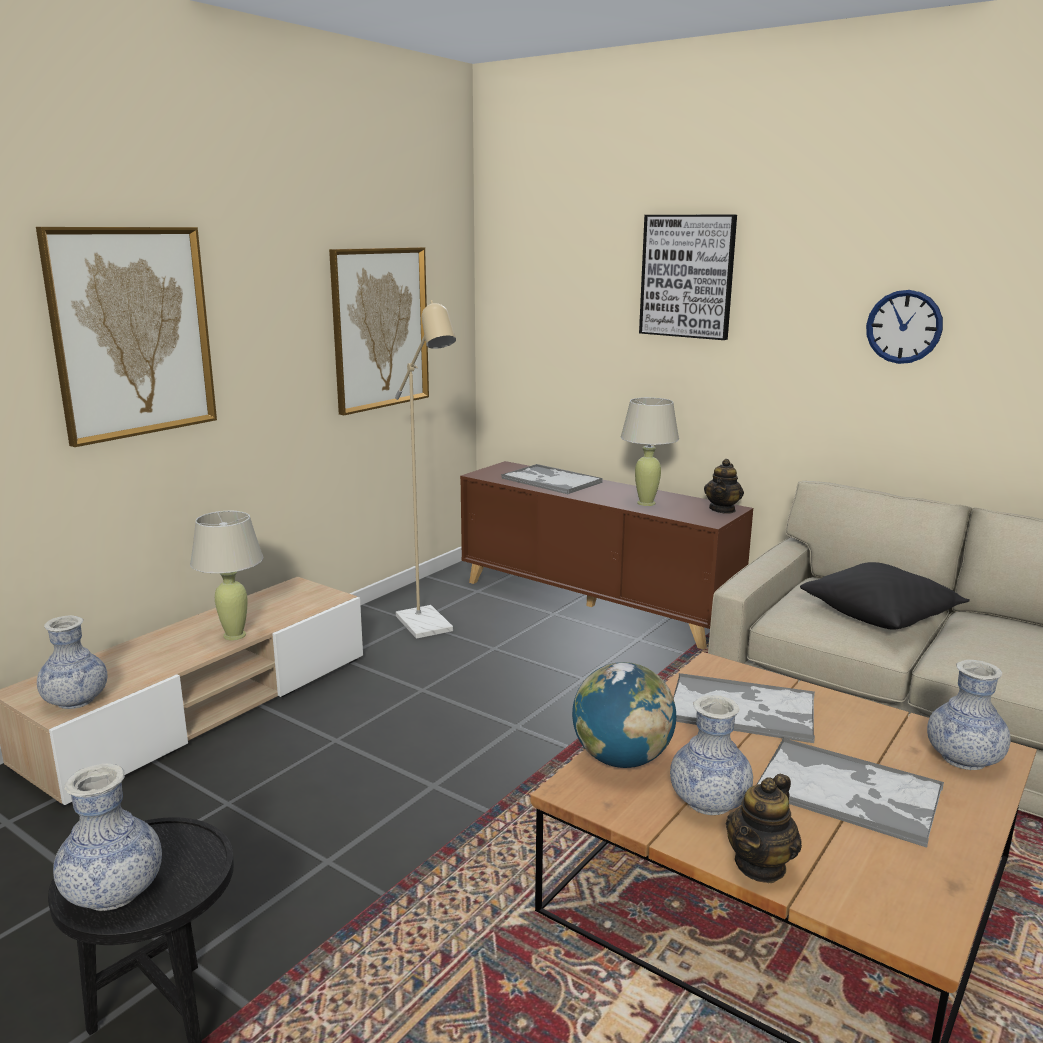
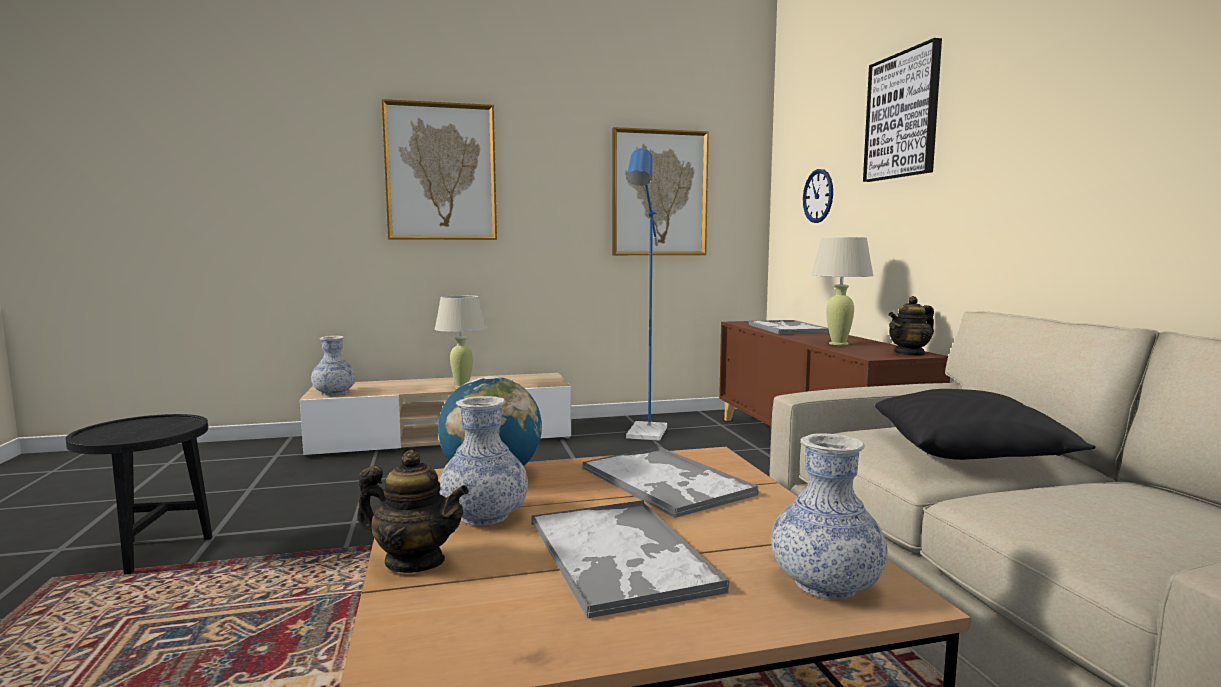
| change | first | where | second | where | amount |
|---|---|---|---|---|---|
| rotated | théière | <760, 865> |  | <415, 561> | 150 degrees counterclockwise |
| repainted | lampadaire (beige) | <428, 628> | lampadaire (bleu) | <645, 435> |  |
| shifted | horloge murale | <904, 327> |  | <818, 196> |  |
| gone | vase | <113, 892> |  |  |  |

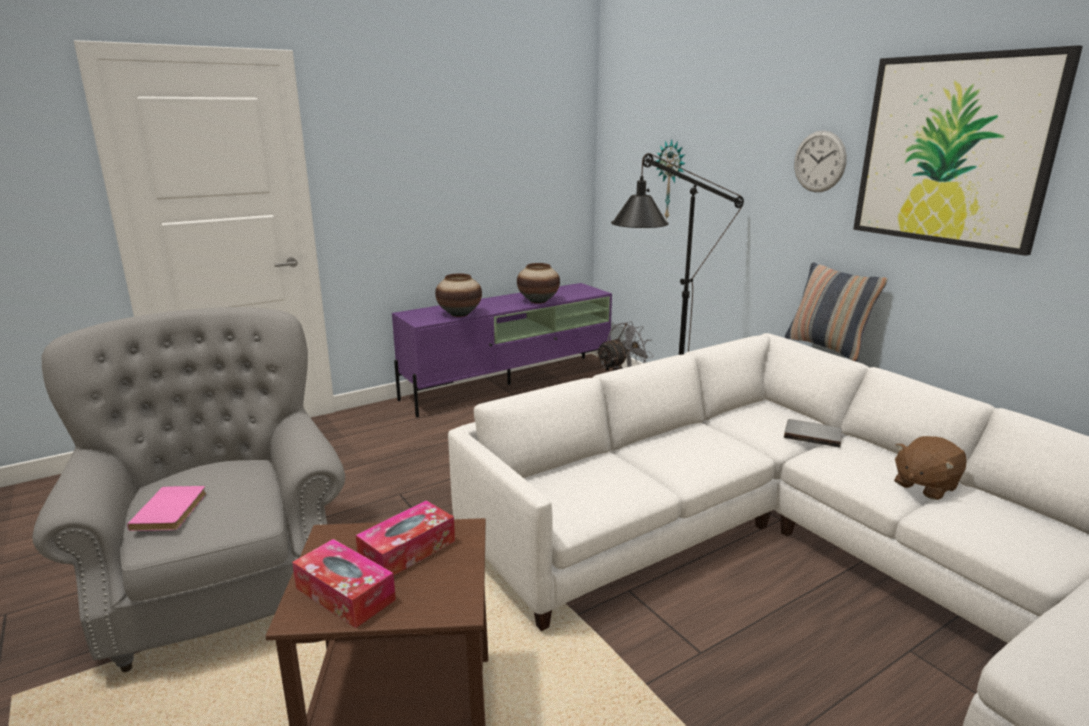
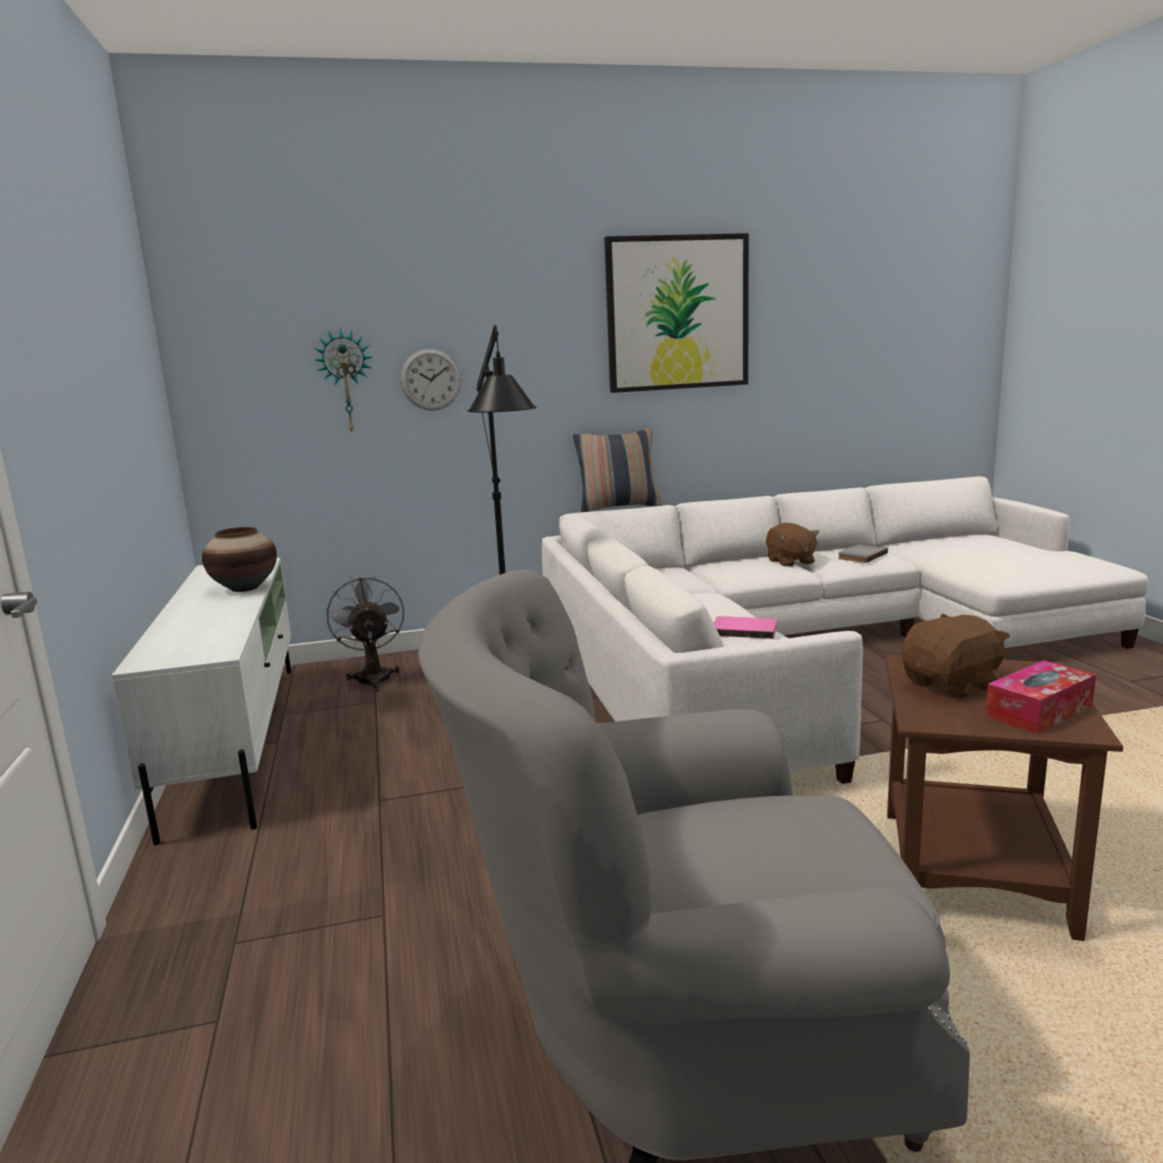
| change | first | where | second | where | amount |
|---|---|---|---|---|---|
| repainted | meuble télé (violet) | <510, 384> | meuble télé (blanc) | <238, 739> |  |
| shifted | horloge murale | <819, 161> |  | <431, 379> |  |
| shifted | livre (rose) | <172, 511> |  | <744, 630> |  |
| shifted | livre (gris) | <812, 434> |  | <860, 555> |  |
| swapped | boîte à mouchoirs | <407, 550> | peluche (marron) | <952, 685> |  |
| gone | vase | <459, 314> |  |  |  |

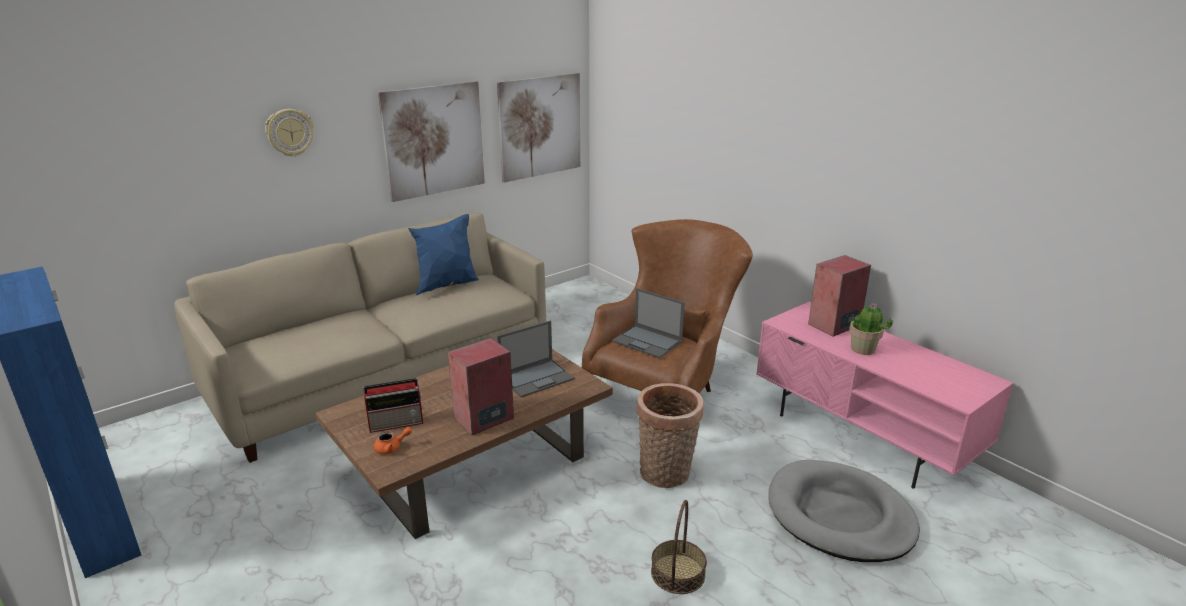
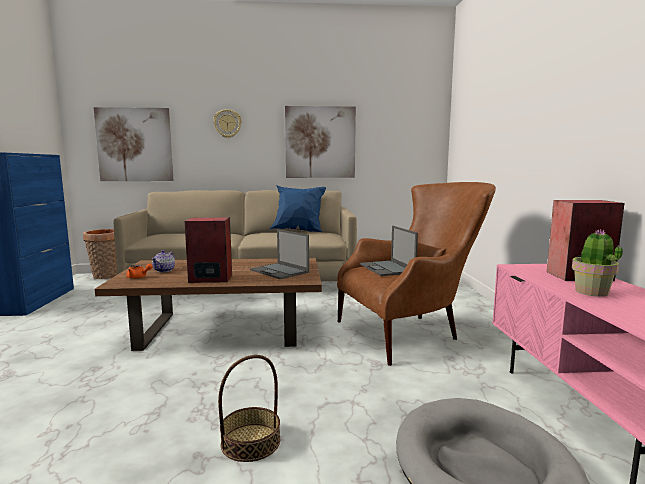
| change | first | where | second | where | amount |
|---|---|---|---|---|---|
| shifted | panier | <666, 475> |  | <106, 277> |  |
| shifted | tableau | <540, 126> |  | <134, 145> |  |
| swapped | radio | <397, 423> | théière | <164, 270> |  |
| rotated | ordinateur portable | <537, 378> |  | <280, 271> | 45 degrees clockwise |

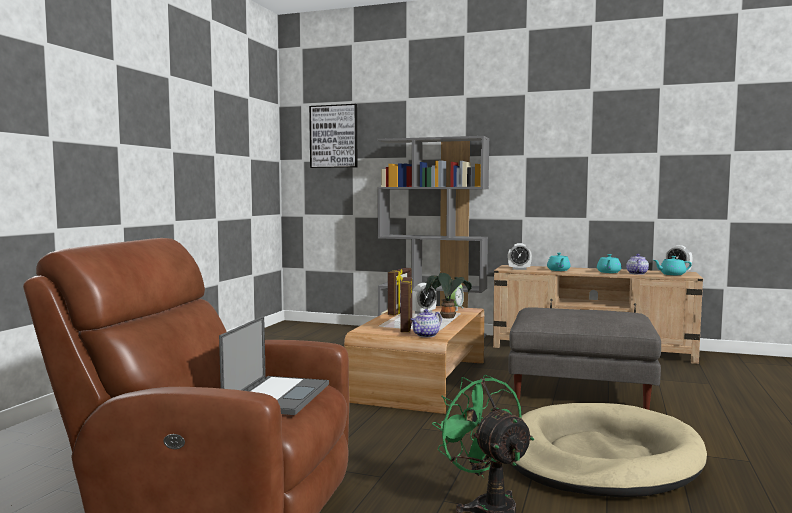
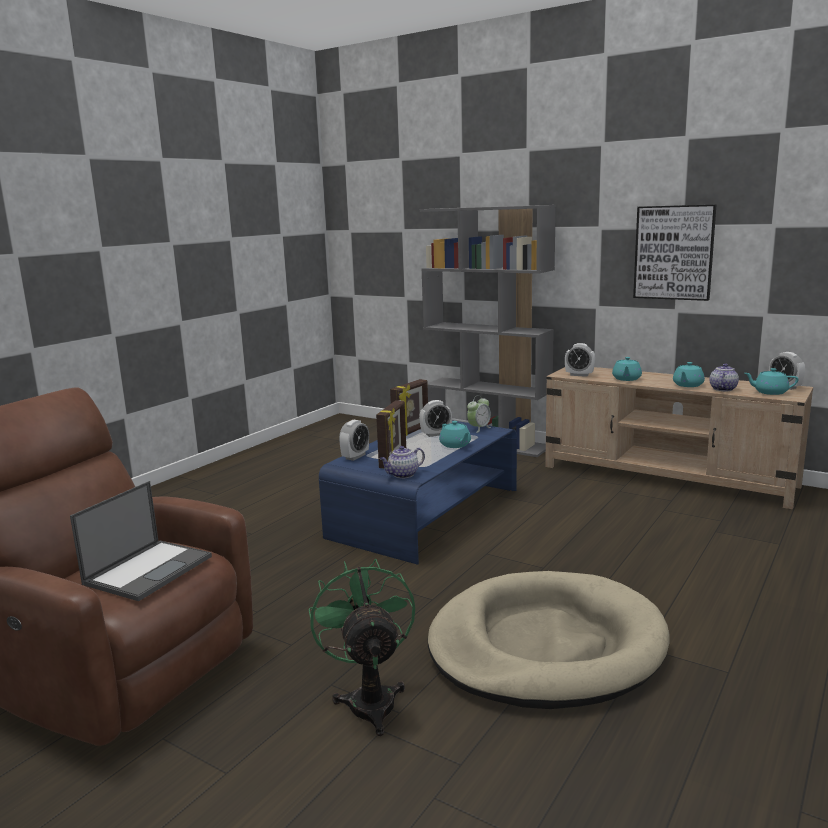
| change | first | where | second | where | amount |
|---|---|---|---|---|---|
| repainted | table basse (marron) | <421, 380> | table basse (bleu) | <426, 512> |  |
| new |  |  | réveil | <355, 457> |  |
| swapped | plante en pot | <448, 318> | théière (turquoise) | <455, 445> |  |
| shifted | tableau | <334, 136> |  | <674, 252> |  |
| gone | pouf (gris) | <582, 389> |  |  |  |

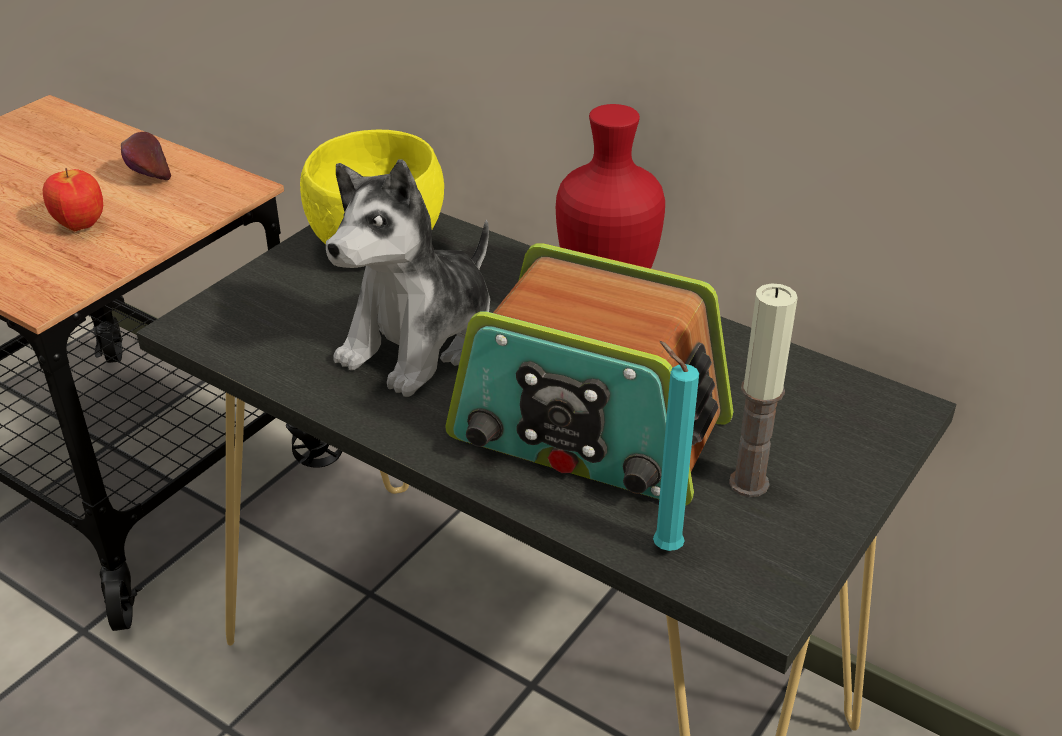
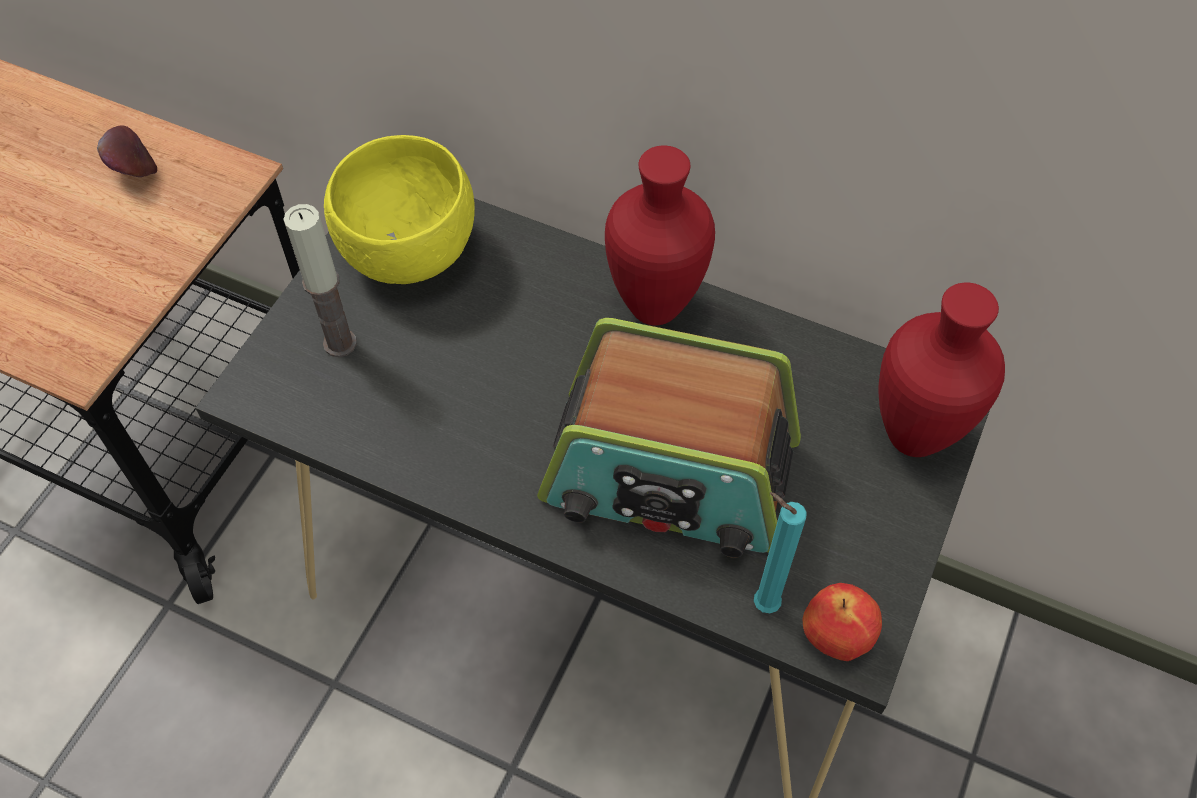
| change | first | where | second | where | amount |
|---|---|---|---|---|---|
| shifted | bougie | <749, 483> |  | <340, 343> |  |
| shifted | pomme | <79, 226> |  | <834, 638> |  |
| new |  |  | vase (rouge) | <915, 433> |  |
| gone | peluche | <421, 343> |  |  |  |

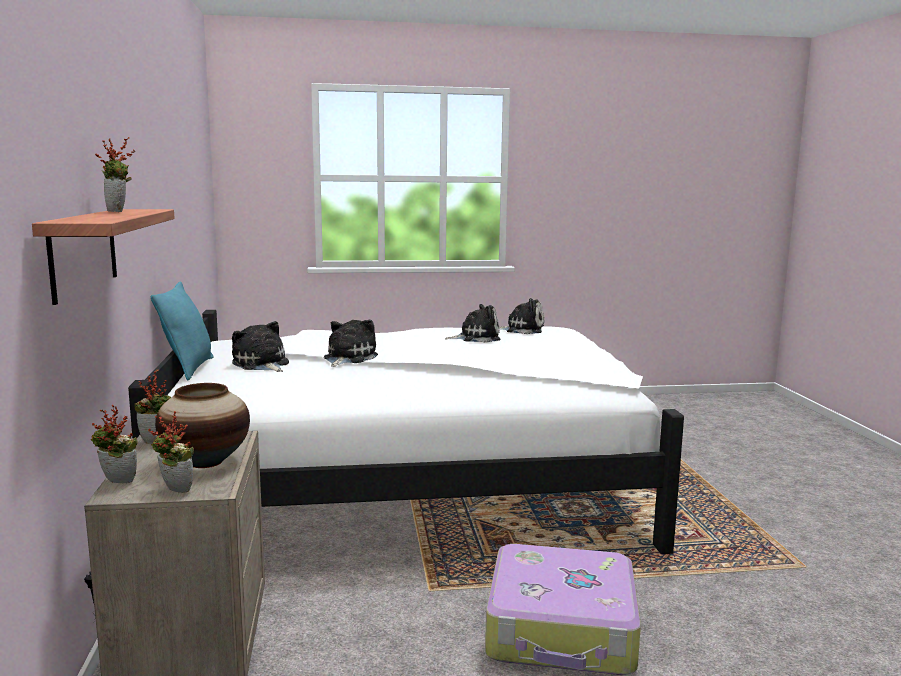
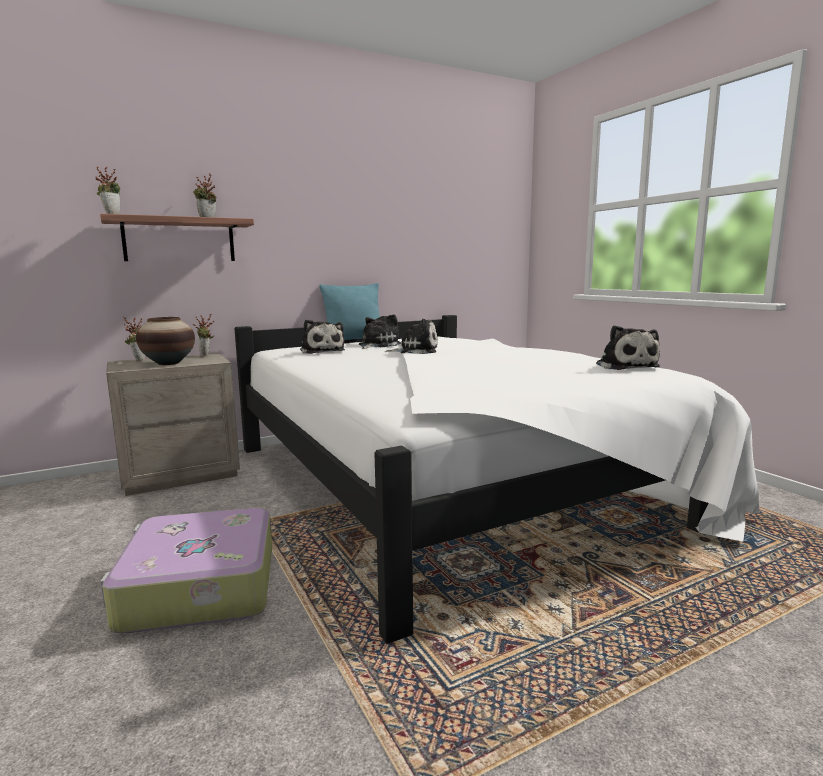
| change | first | where | second | where | amount |
|---|---|---|---|---|---|
| shifted | plante en pot | <174, 490> |  | <111, 214> |  |
| shifted | peluche | <476, 337> |  | <321, 351> |  |

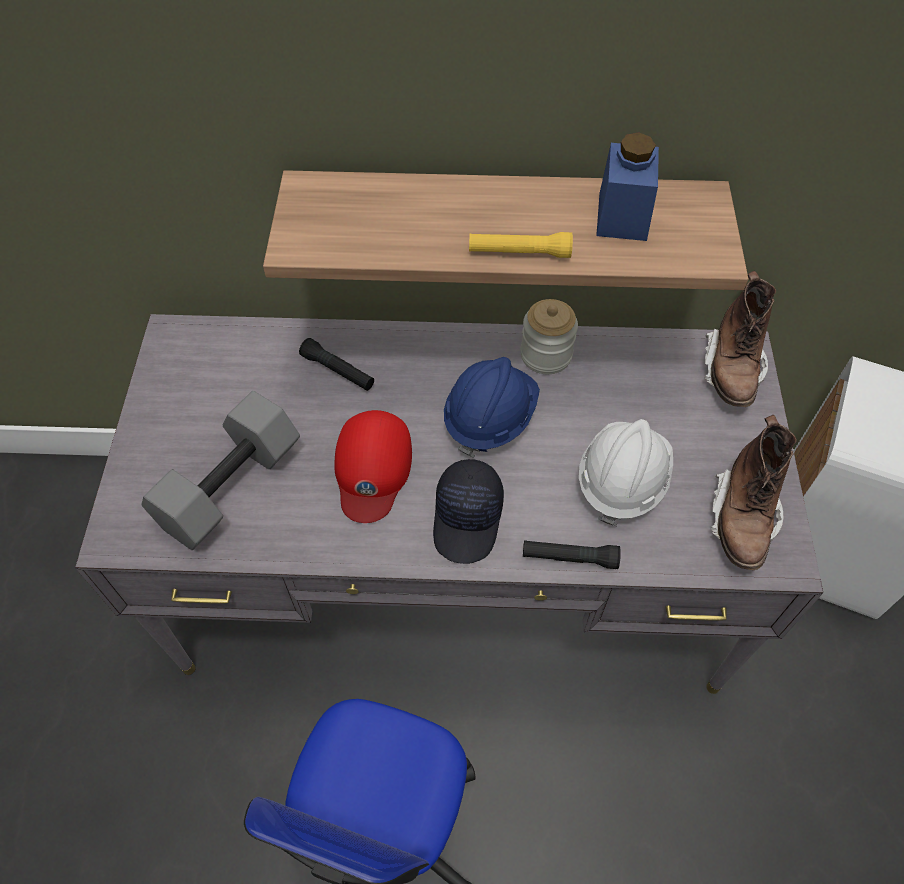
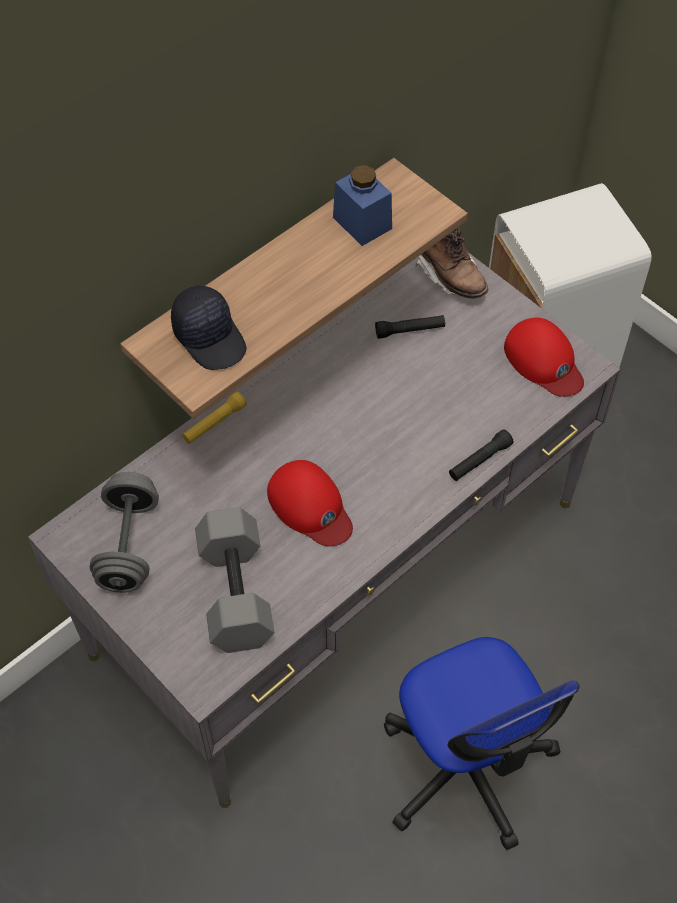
| change | first | where | second | where | amount |
|---|---|---|---|---|---|
| new |  |  | haltère (gris) | <128, 545> |  |
| shifted | casquette (noir) | <468, 518> |  | <210, 337> |  |
| shifted | lampe de poche (jaune) | <519, 253> |  | <214, 423> |  |
| shifted | lampe de poche (noir) | <338, 371> |  | <410, 330> |  |
| swapped | botte (marron) | <742, 518> | casquette (rouge) | <544, 361> |  |
| gone | casque de chantier (bleu) | <489, 418> |  |  |  |
| gone | bocal | <546, 355> |  |  |  |
| gone | casque de chantier (blanc) | <621, 481> |  |  |  |

